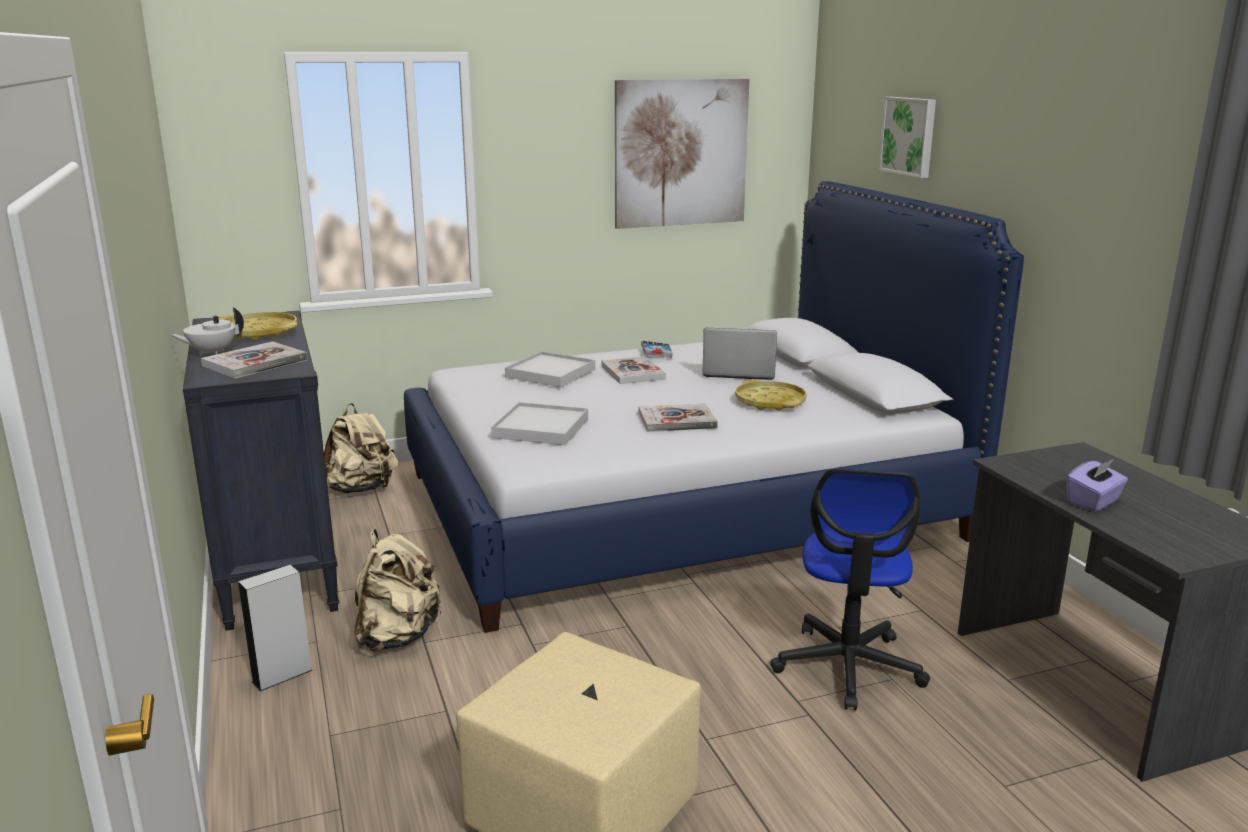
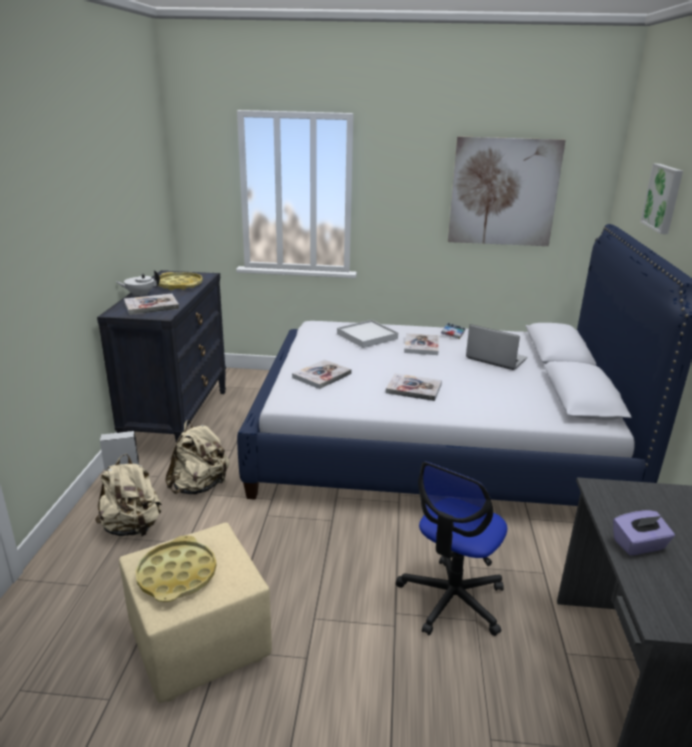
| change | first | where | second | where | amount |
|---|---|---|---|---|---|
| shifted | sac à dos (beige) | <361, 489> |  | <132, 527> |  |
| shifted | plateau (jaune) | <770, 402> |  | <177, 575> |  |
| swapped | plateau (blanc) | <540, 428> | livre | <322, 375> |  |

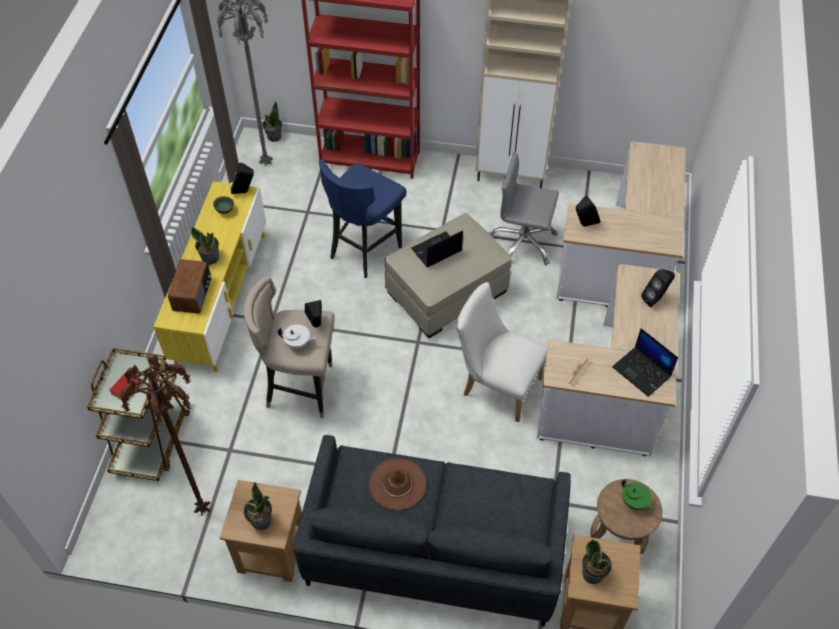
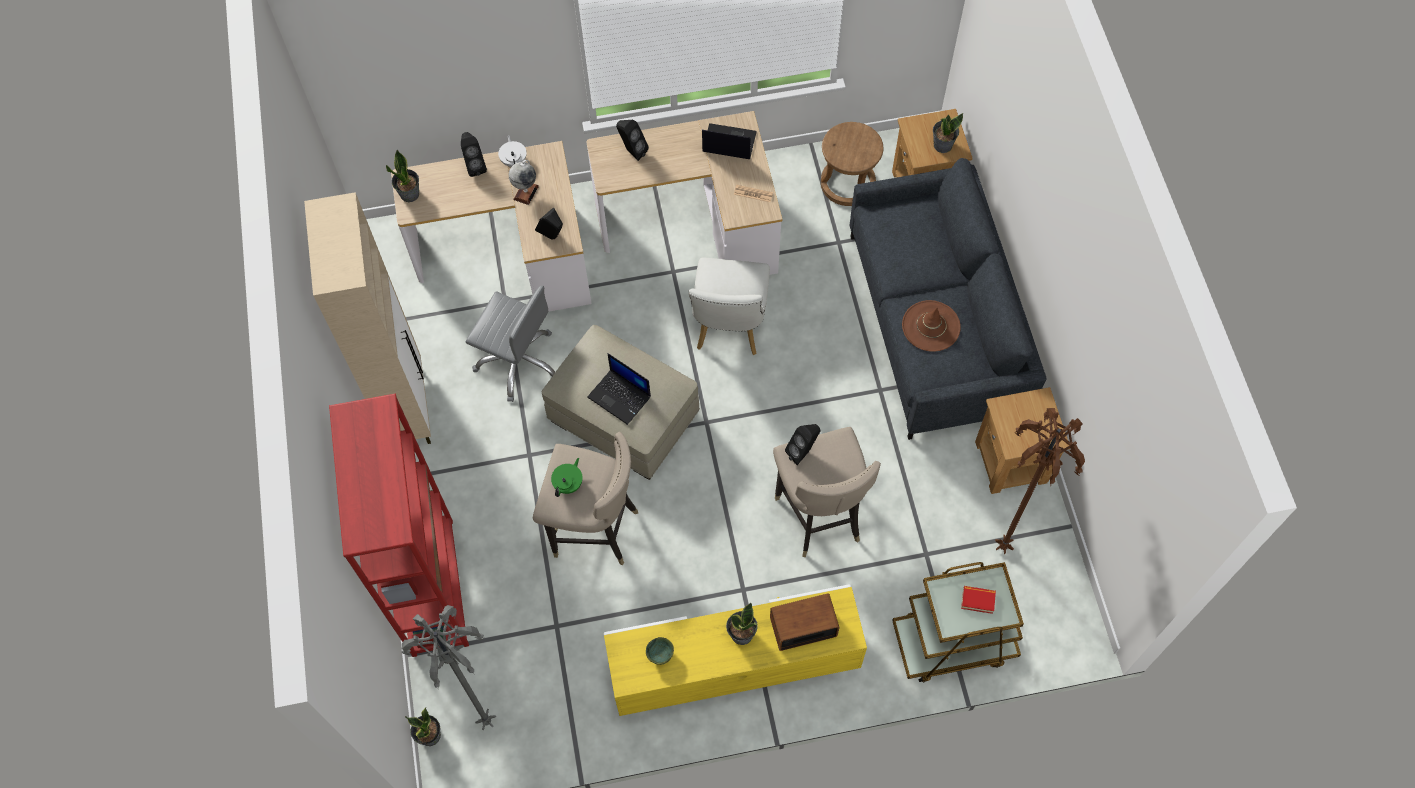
| change | first | where | second | where | amount |
|---|---|---|---|---|---|
| shifted | plante en pot | <261, 521> |  | <410, 194> |  |
| shifted | enceinte (noir) | <244, 192> |  | <475, 166> |  |
| rotated | chaise de bureau (gris) | <523, 243> |  | <518, 361> | 60 degrees counterclockwise |
| shifted | théière (blanc) | <298, 343> |  | <514, 161> |  |
| new |  |  | globe | <526, 192> |  |
| repainted | tabouret (bleu) | <364, 250> | tabouret (beige) | <594, 530> |  |
| shifted | théière (vert) | <634, 502> |  | <568, 484> |  |
| rotated | ordinateur portable | <642, 372> |  | <728, 142> | 105 degrees counterclockwise |

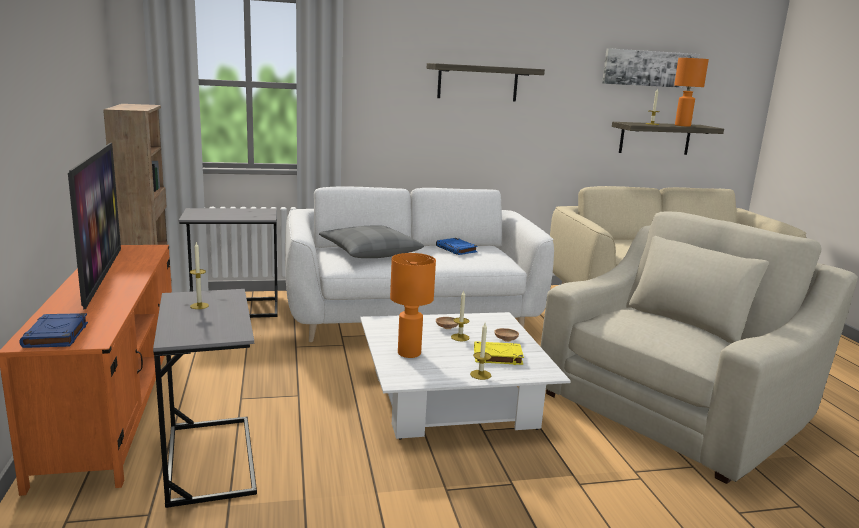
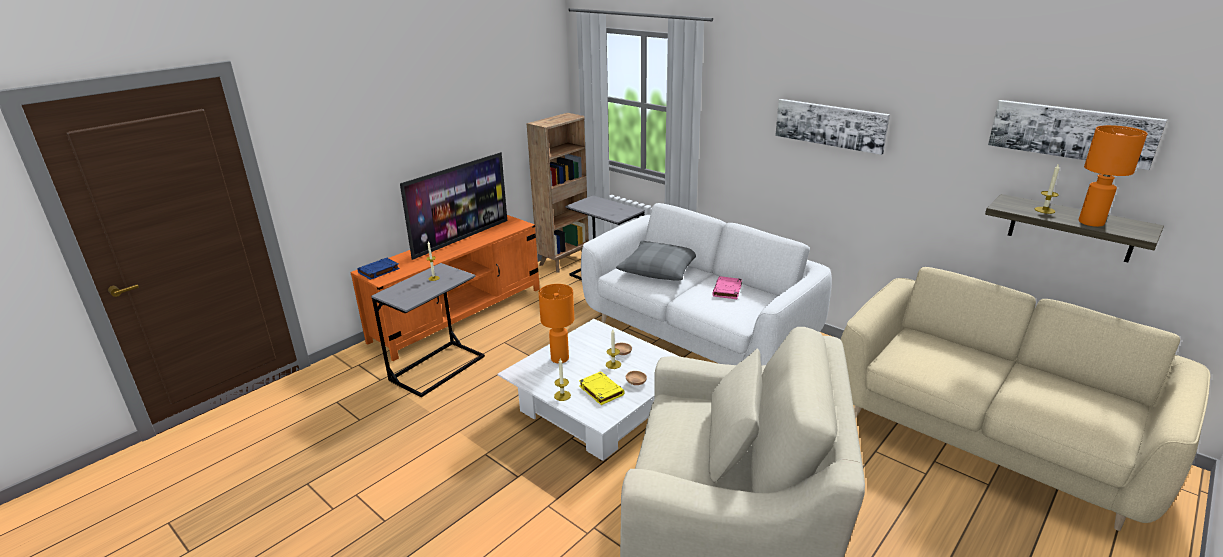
| change | first | where | second | where | amount |
|---|---|---|---|---|---|
| repainted | livre (bleu) | <457, 249> | livre (rose) | <727, 290> |  |
| swapped | étagère | <477, 82> | tableau | <830, 125> |  |

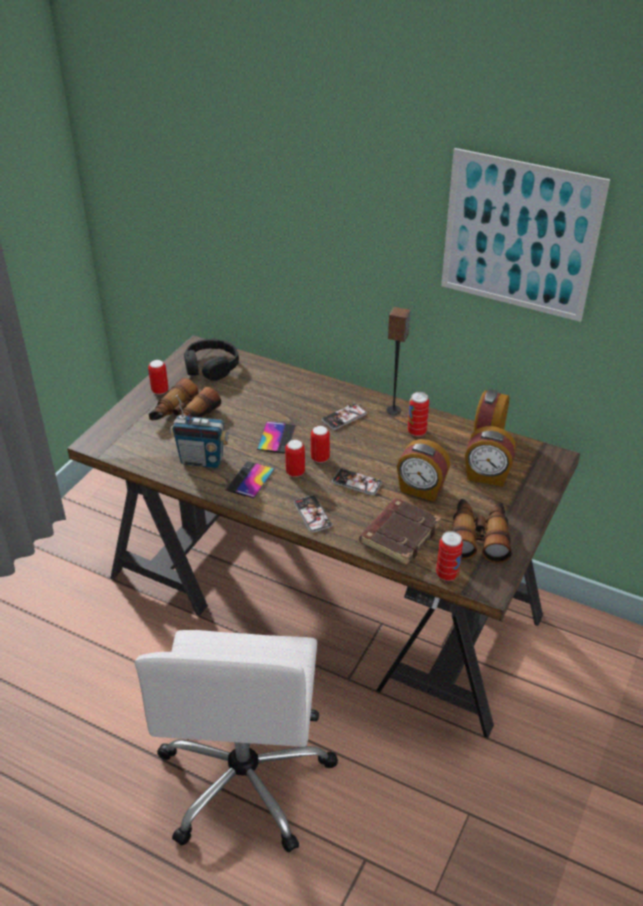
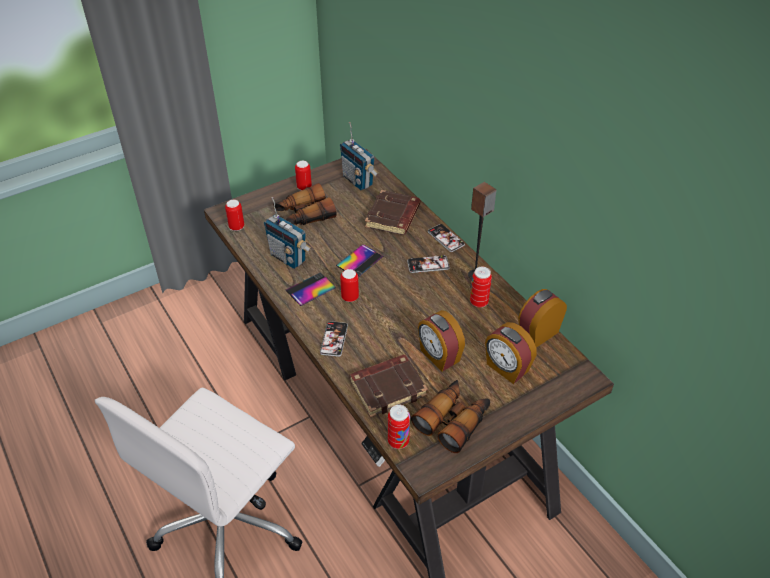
| change | first | where | second | where | amount |
|---|---|---|---|---|---|
| shifted | boîte métallique | <320, 458> |  | <236, 227> |  |
| swapped | casque audio (noir) | <211, 367> | radio | <358, 181> |  |
| new |  |  | livre (marron) | <393, 217> |  |
| shifted | téléphone | <357, 482> |  | <446, 238> |  |
| gone | tableau | <519, 236> |  |  |  |

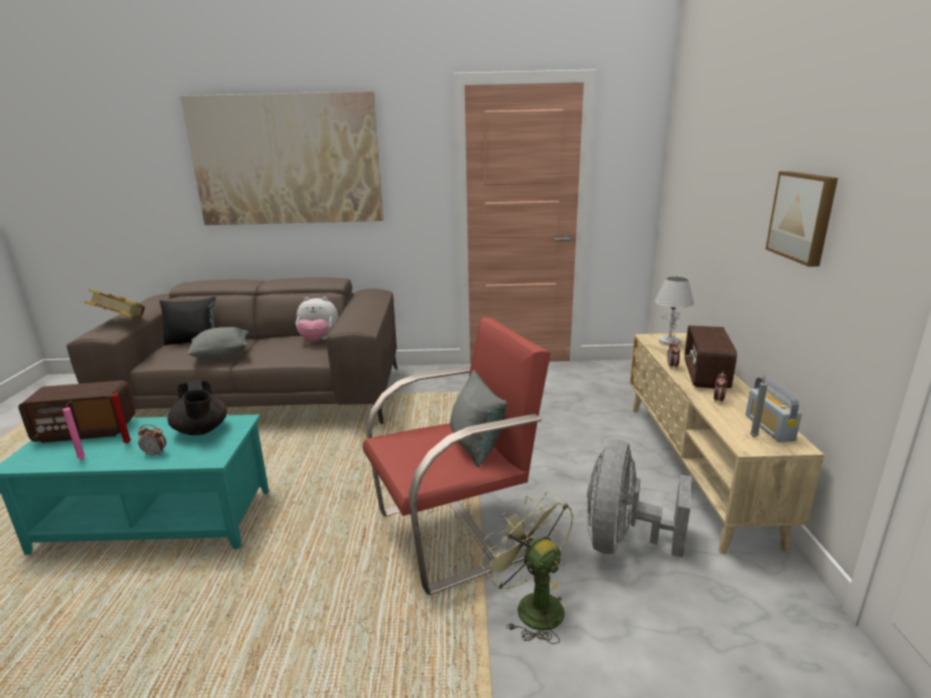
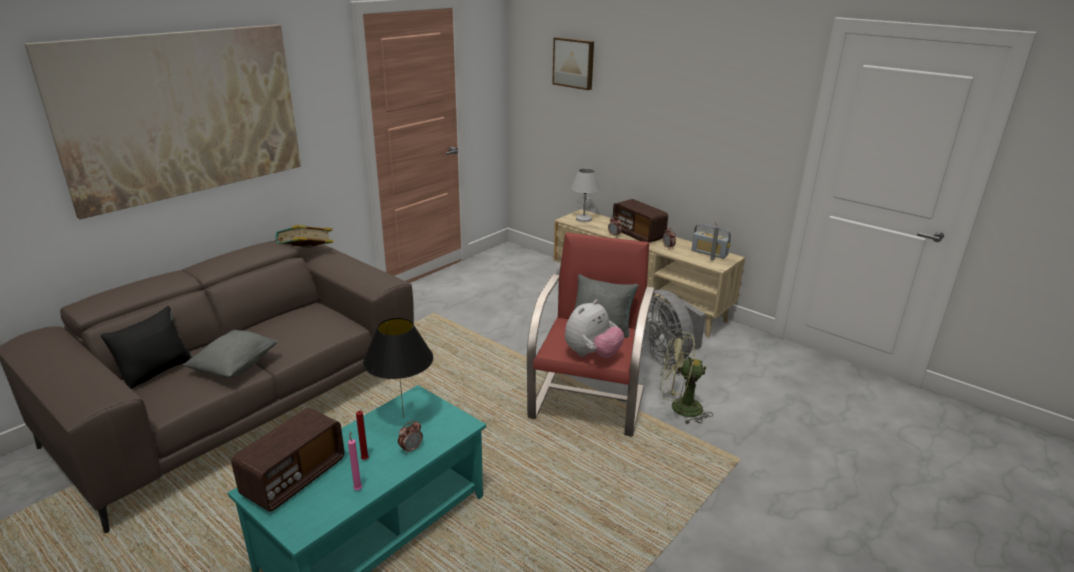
| change | first | where | second | where | amount |
|---|---|---|---|---|---|
| shifted | livre | <120, 322> |  | <306, 254> |  |
| swapped | théière (noir) | <201, 430> | lampe de table (noir) | <403, 418> |  |
| shifted | tableau | <803, 216> |  | <574, 63> |  |
| shifted | peluche | <318, 340> |  | <592, 354> |  |

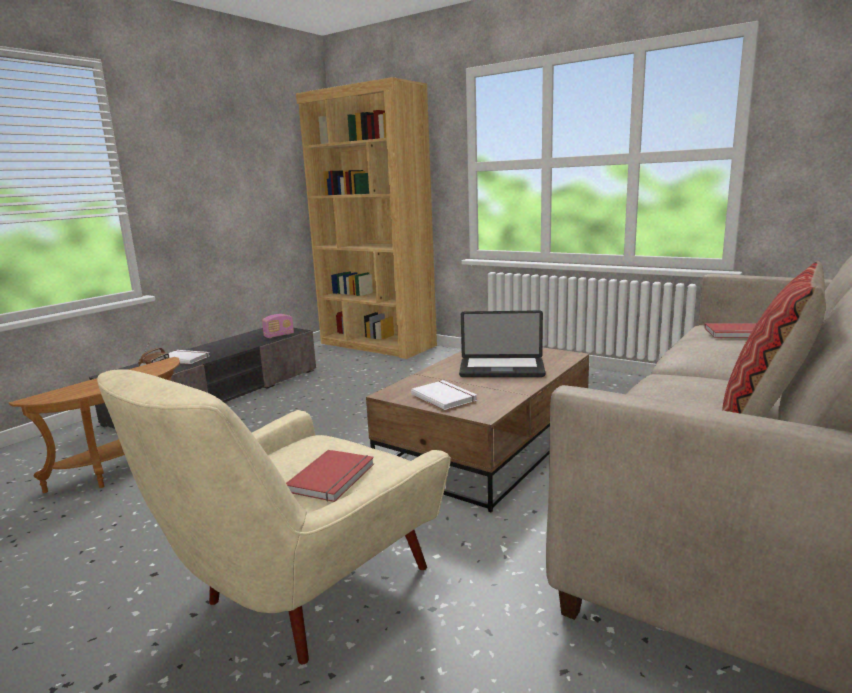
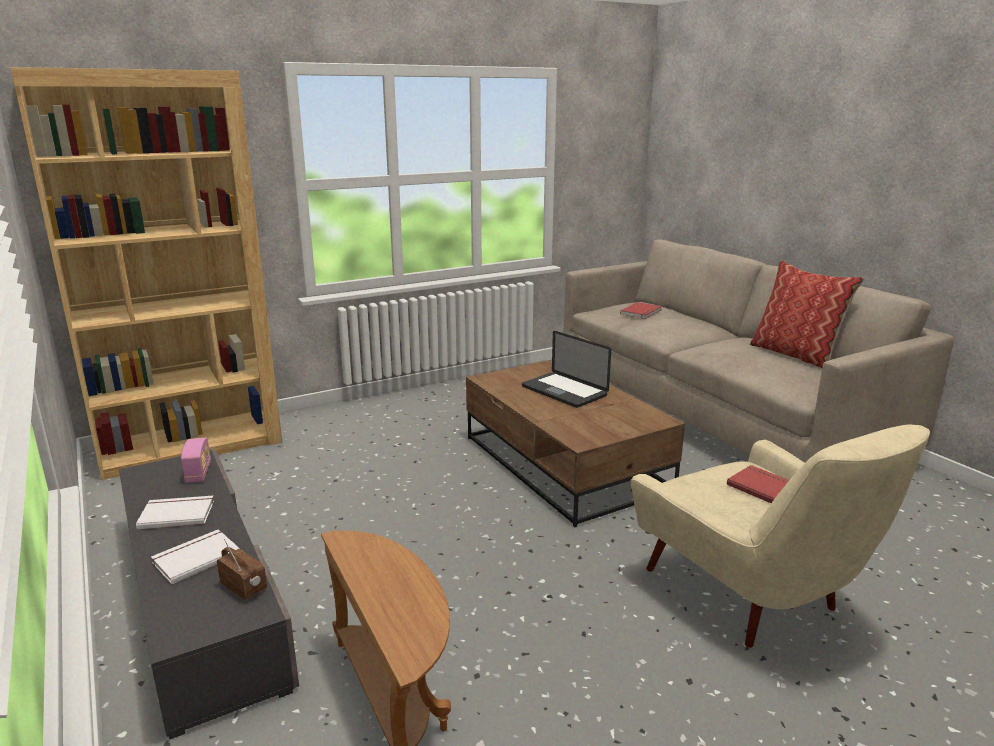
| change | first | where | second | where | amount |
|---|---|---|---|---|---|
| shifted | livre (blanc) | <445, 397> |  | <177, 514> |  |
| rotated | ordinateur portable | <501, 369> |  | <564, 391> | 105 degrees clockwise |

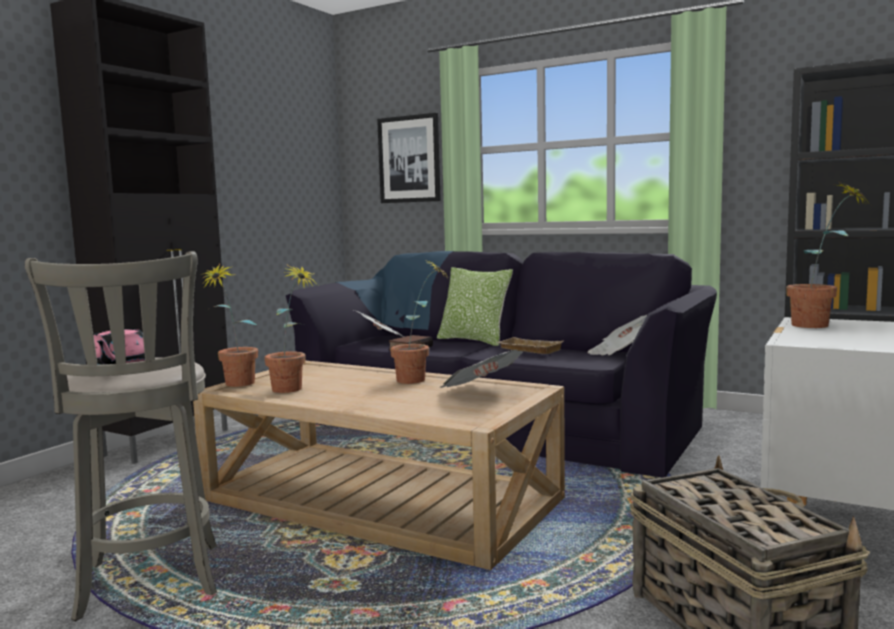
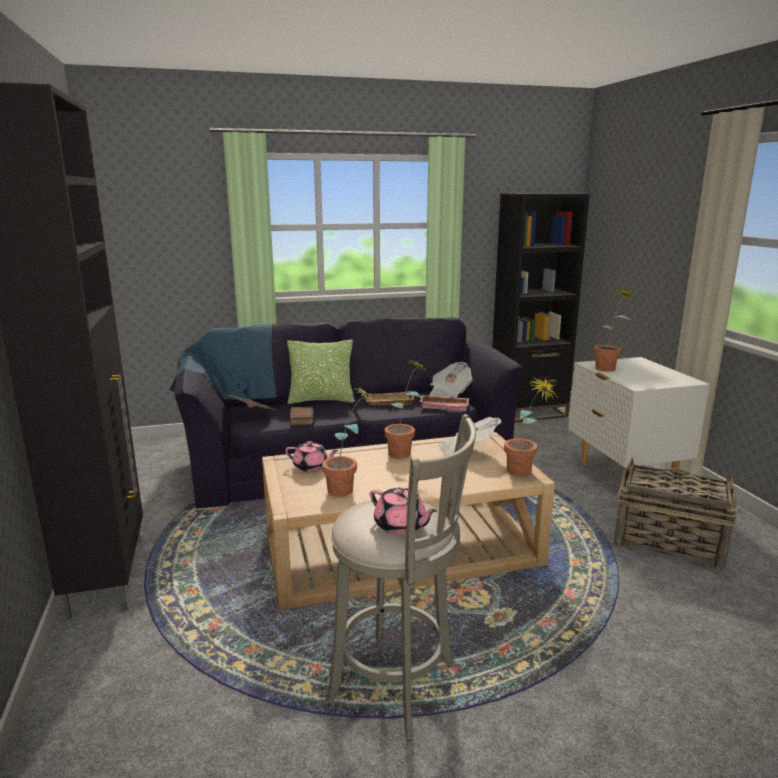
| change | first | where | second | where | amount |
|---|---|---|---|---|---|
| new |  |  | théière (rose) | <311, 467> |  |
| new |  |  | plateau (rose) | <445, 405> |  |
| shifted | plante en pot | <235, 385> |  | <524, 473> |  |
| gone | tableau | <409, 159> |  |  |  |

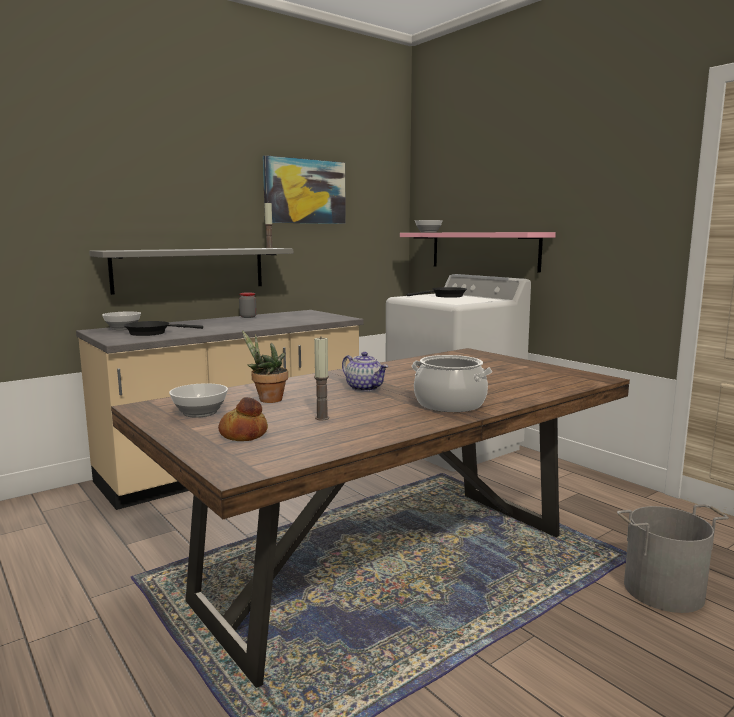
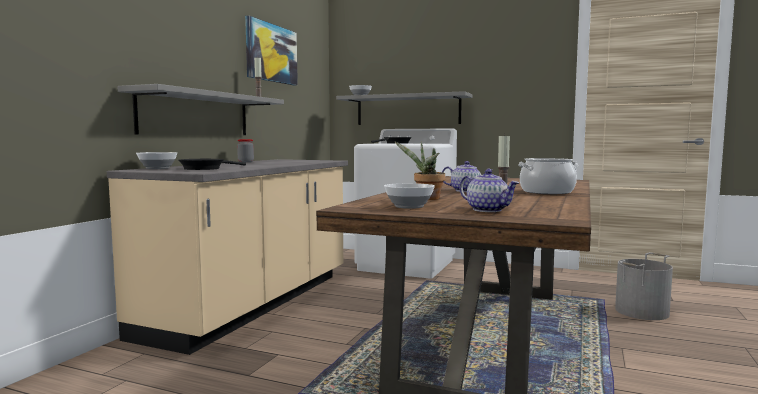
| change | first | where | second | where | amount |
|---|---|---|---|---|---|
| repainted | étagère (rose) | <483, 251> | étagère (gris) | <407, 110> |  |
| swapped | pain | <244, 434> | théière | <488, 210> |  |

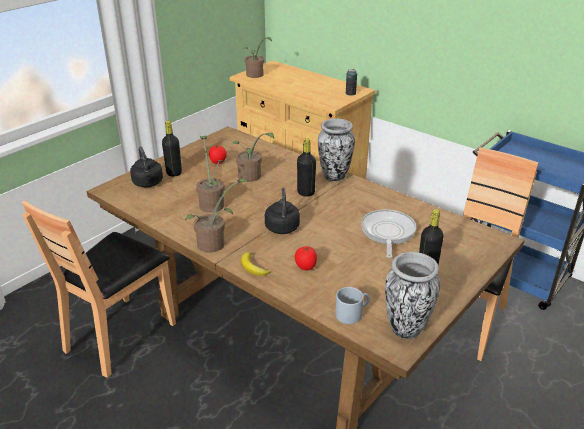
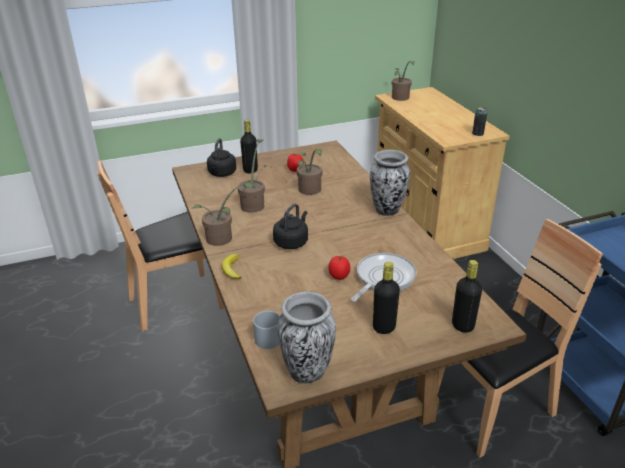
| change | first | where | second | where | amount |
|---|---|---|---|---|---|
| shifted | tomate | <305, 267> |  | <339, 276> |  |
| shifted | bouteille (noir) | <306, 193> |  | <462, 325> |  |

